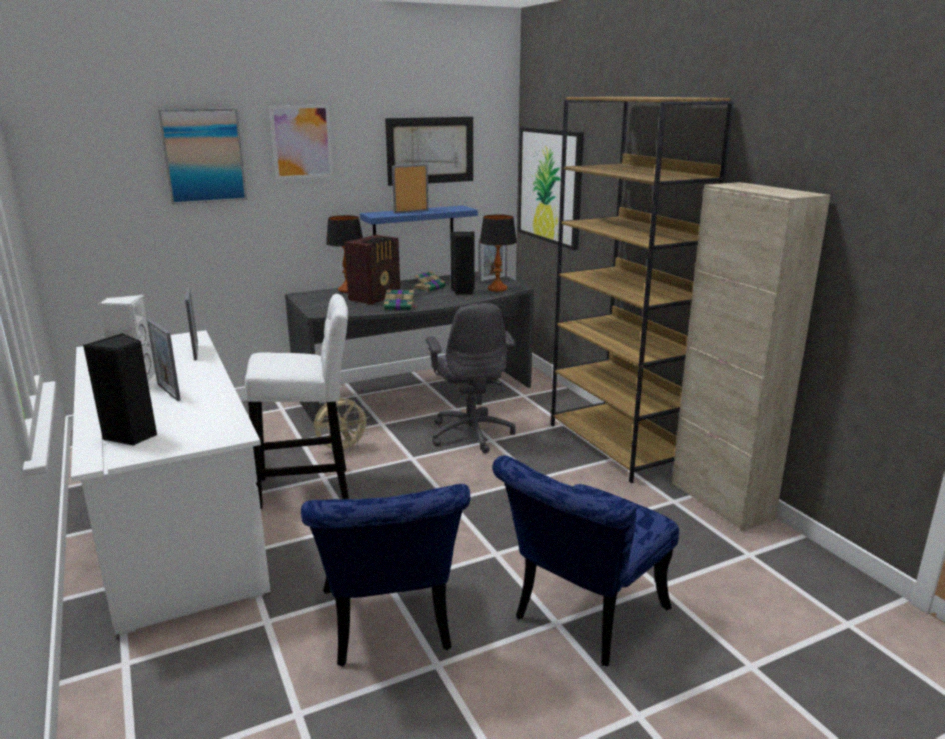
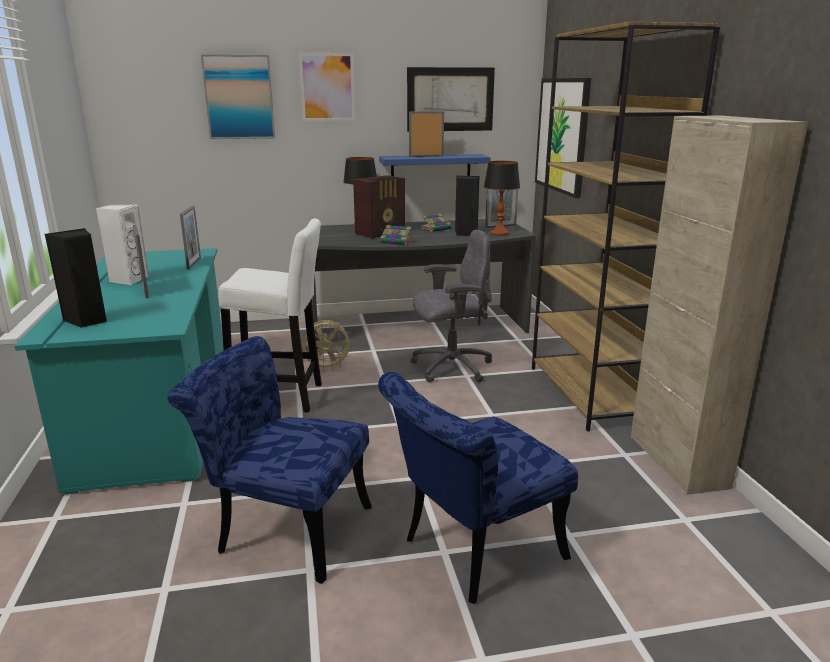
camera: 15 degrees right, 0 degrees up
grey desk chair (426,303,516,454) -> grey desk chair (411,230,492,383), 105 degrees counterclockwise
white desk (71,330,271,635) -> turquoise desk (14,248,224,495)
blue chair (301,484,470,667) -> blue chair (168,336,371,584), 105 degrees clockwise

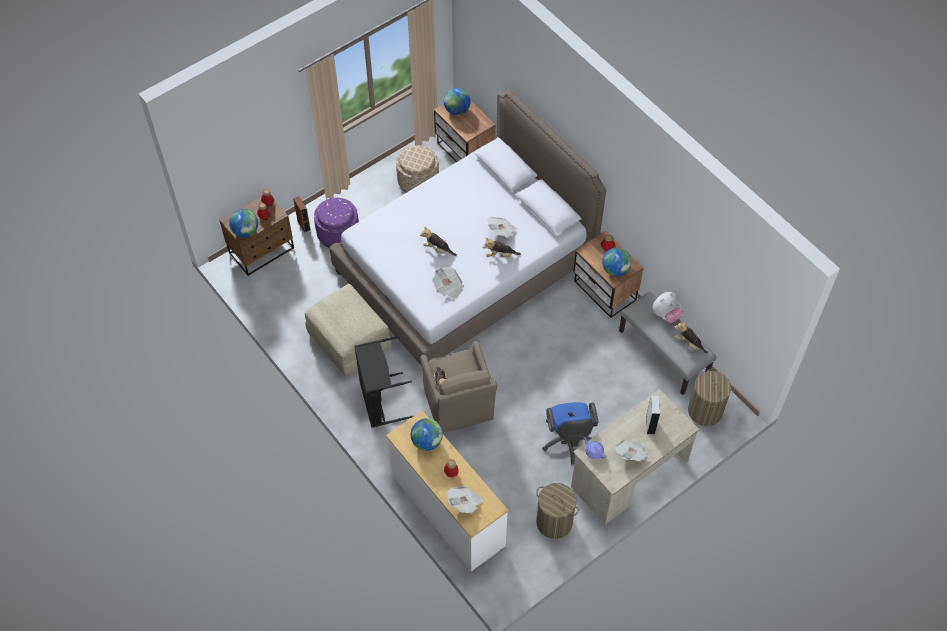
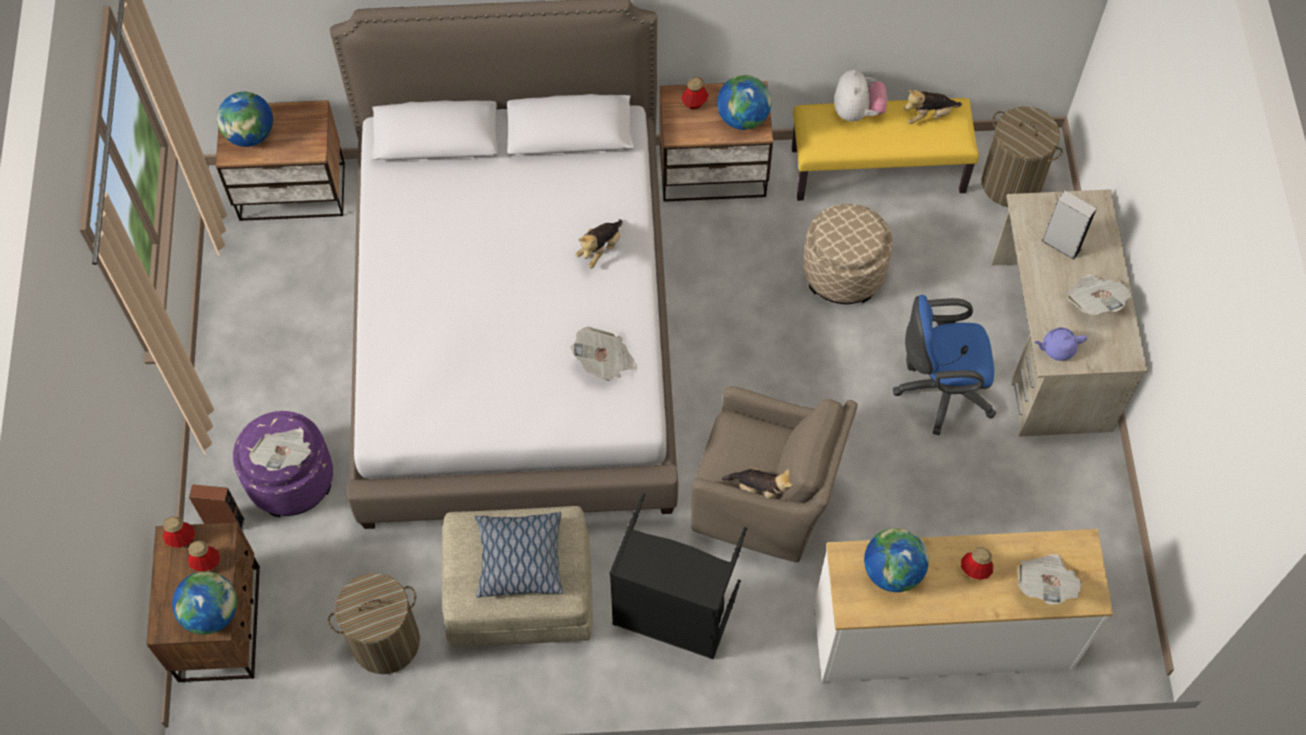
camera: 55 degrees left, 5 degrees up
beige-coloured pouffe (396,145,439,193) -> beige-coloured pouffe (803,204,893,304), relocated
printed paper (487,217,518,237) -> printed paper (249,428,312,471), relocated
cuddly toy (420,226,457,256) -> none
grey bench (619,291,716,395) -> yellow-coloured bench (792,98,979,201)
blue desk chair (542,402,599,464) -> blue desk chair (893,295,996,435), 150 degrees clockwise
washing basket (536,483,579,539) -> washing basket (328,573,420,674), relocated
none -> pillow (475,512,563,598)

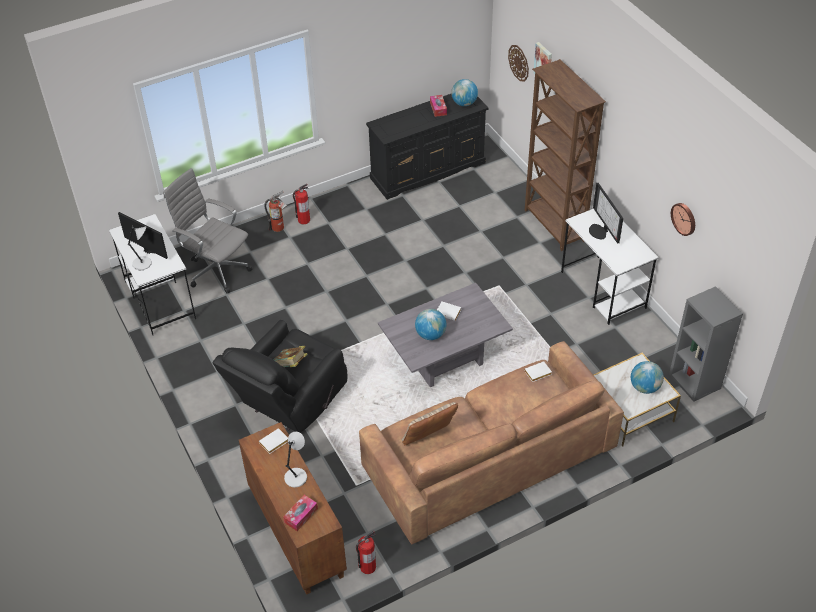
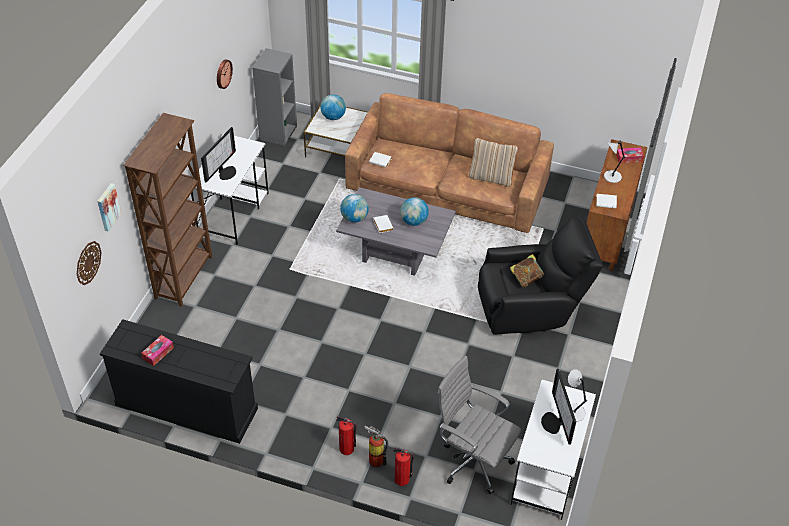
camera: 135 degrees left, 0 degrees up
desk globe (451,79,478,106) -> desk globe (340,194,369,223), relocated
grey desk chair (163,168,252,294) -> grey desk chair (437,356,521,494), 135 degrees clockwise
fire-fighting cylinder (356,531,376,574) -> fire-fighting cylinder (393,447,414,486), relocated

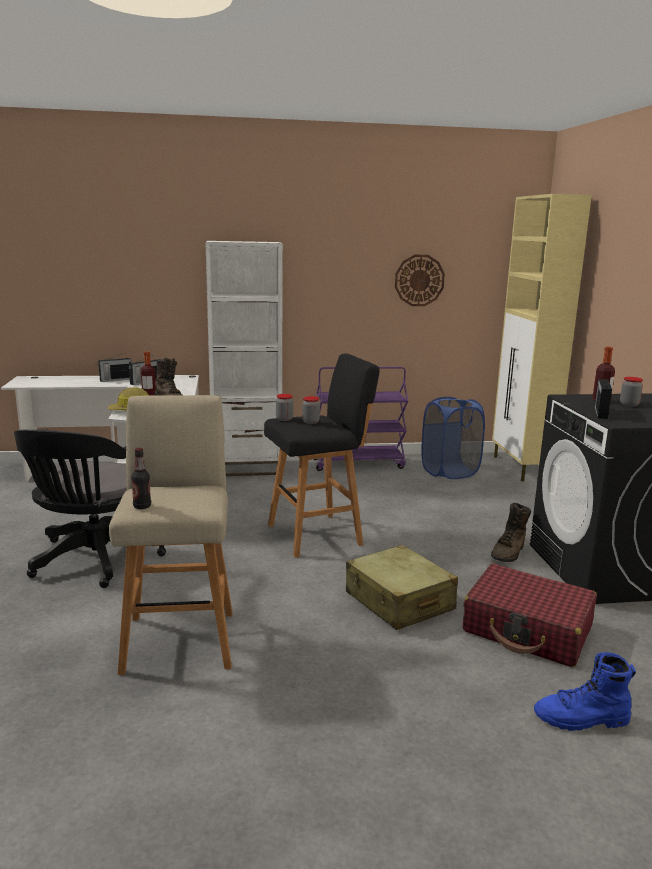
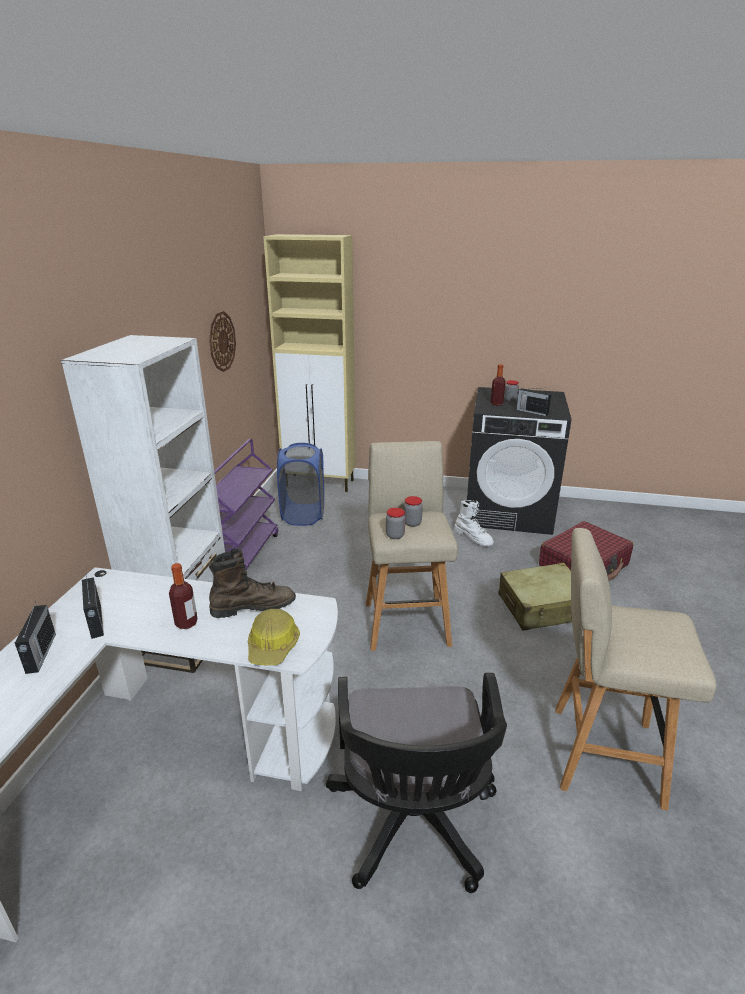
camera: 70 degrees left, 10 degrees up
black stool (264,354,380,558) -> beige-coloured stool (366,441,458,651)
black desk chair (14,429,166,588) -> black desk chair (326,673,507,893), 60 degrees clockwise
beverage bottle (131,448,151,509) -> none
brown-coloured tall boot (491,503,531,562) -> white tall boot (454,500,494,546)
blue tall boot (534,652,636,731) -> none

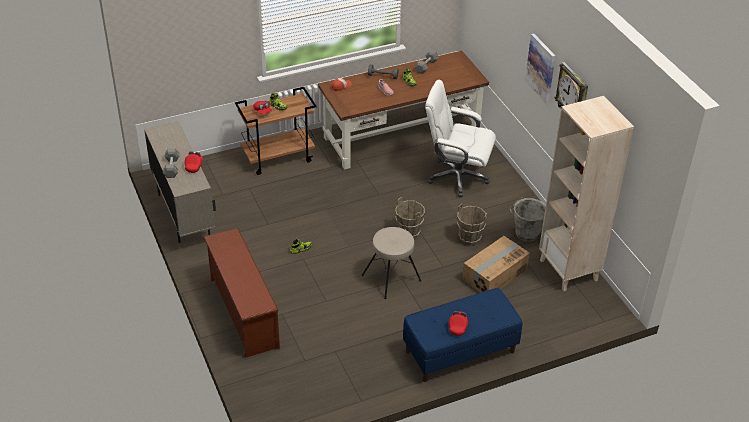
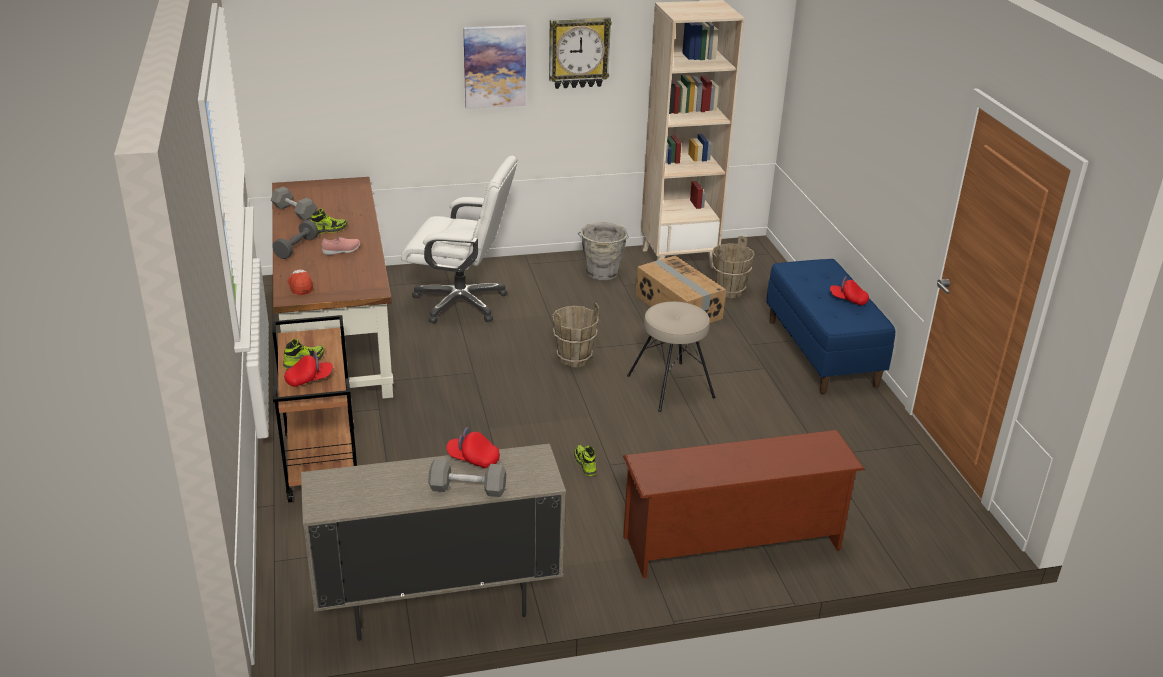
camera: 80 degrees left, 10 degrees down
white desk chair (425,80,496,197) -> white desk chair (401,155,517,323), 105 degrees counterclockwise
brown-coloured pail (457,203,488,245) -> brown-coloured pail (712,236,755,298), relocated

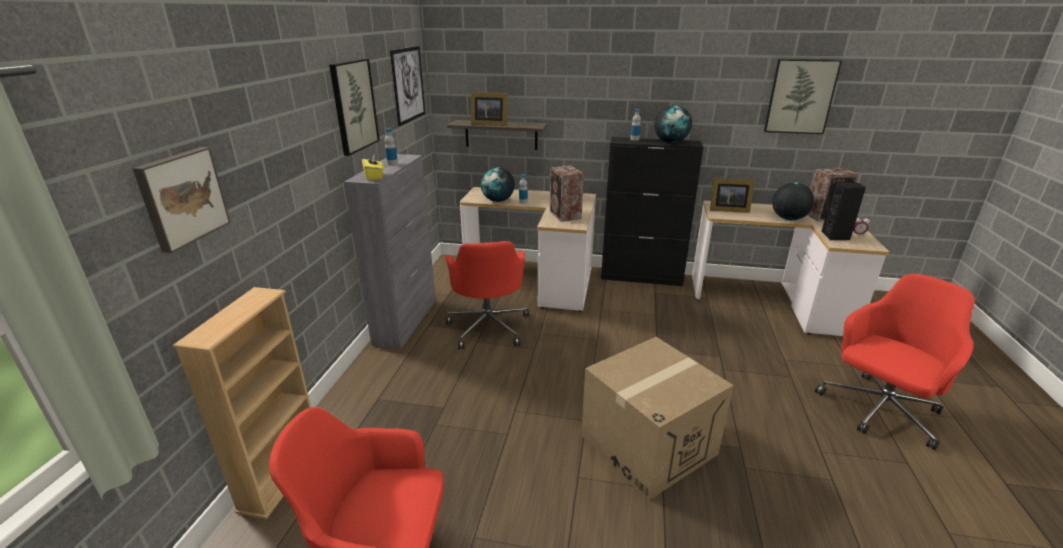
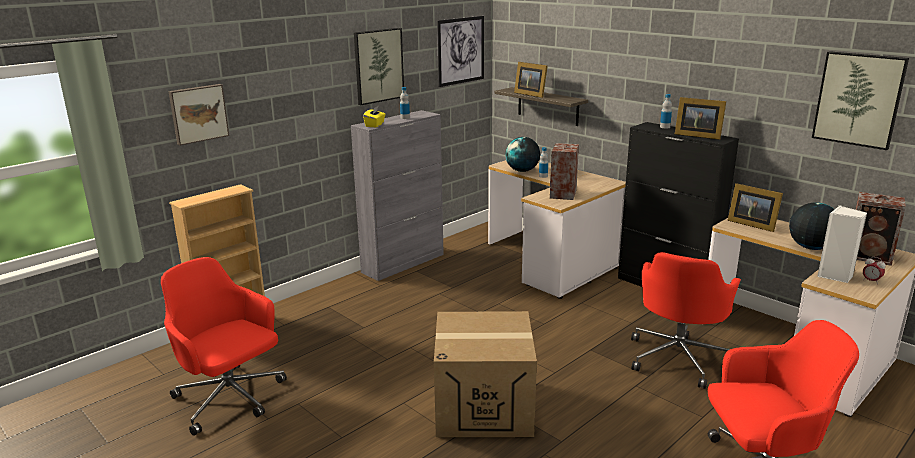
camera: 35 degrees right, 5 degrees down
desk globe (654,105,692,143) -> photo frame (675,97,726,140)
black speaker (822,181,866,241) -> white speaker (817,206,867,283)
red-coloured desk chair (446,241,529,349) -> red-coloured desk chair (631,252,741,389), relocated

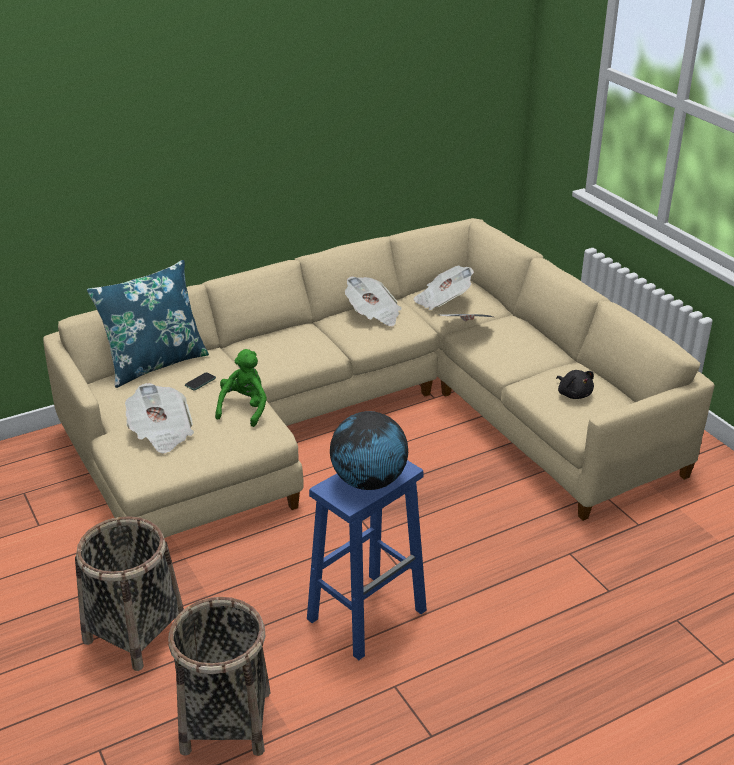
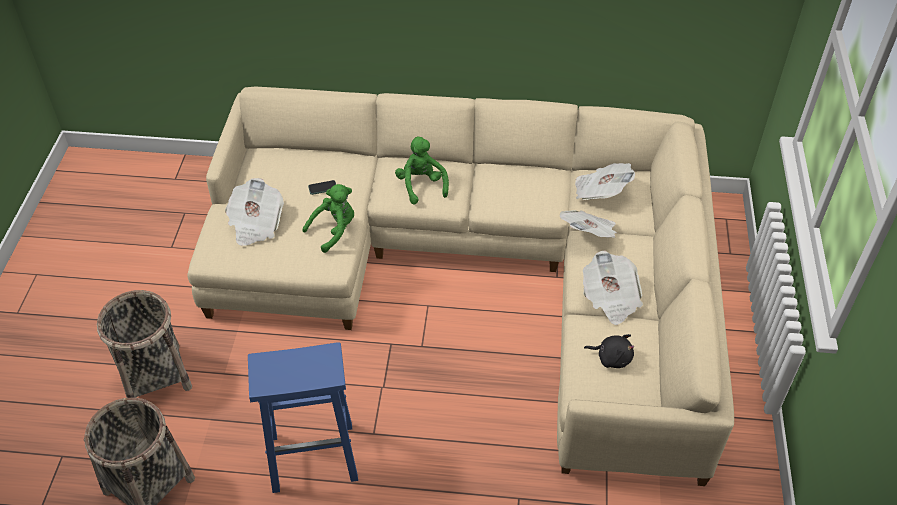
camera: 35 degrees right, 15 degrees up
blue pillow (87,260,209,388) -> none
printed paper (345,276,401,326) -> printed paper (583,251,643,325), relocated
black cuddly toy (556,370,594,399) -> black cuddly toy (584,334,634,368), 75 degrees counterclockwise
desk globe (330,411,408,490) -> none
none -> greenish cuddly toy (395,136,449,205)

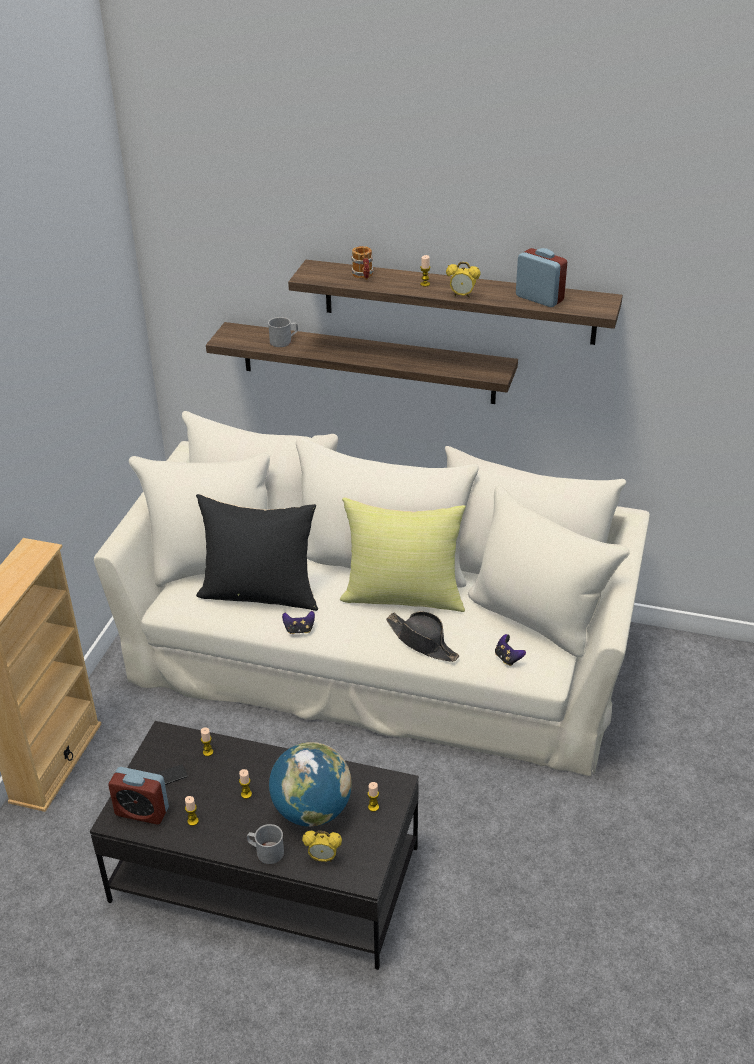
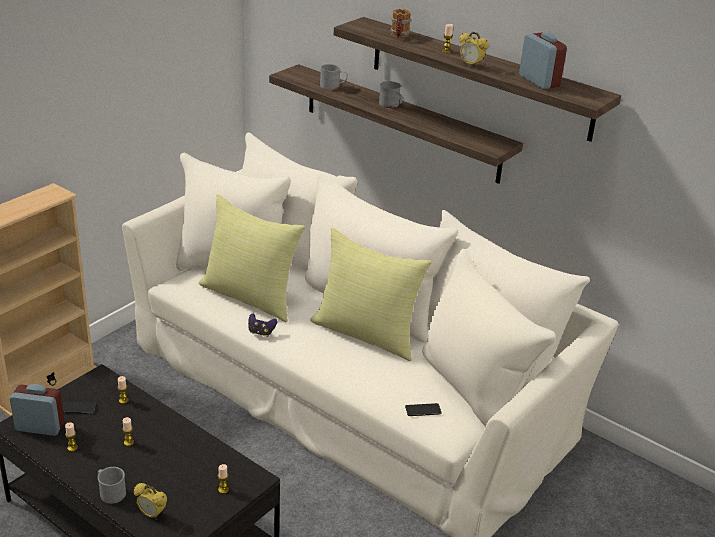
camera: 20 degrees right, 5 degrees down
black pillow (196,494,318,611) -> yellow-coloured pillow (199,194,305,322)
black clothing hat (386,611,459,662) -> none
gamepad (495,634,526,666) -> handset (405,403,442,416)
desk globe (269,742,352,827) -> none
alarm clock (108,767,169,824) -> alarm clock (10,384,65,436), 150 degrees clockwise
none -> grey tea mug (379,81,403,108)

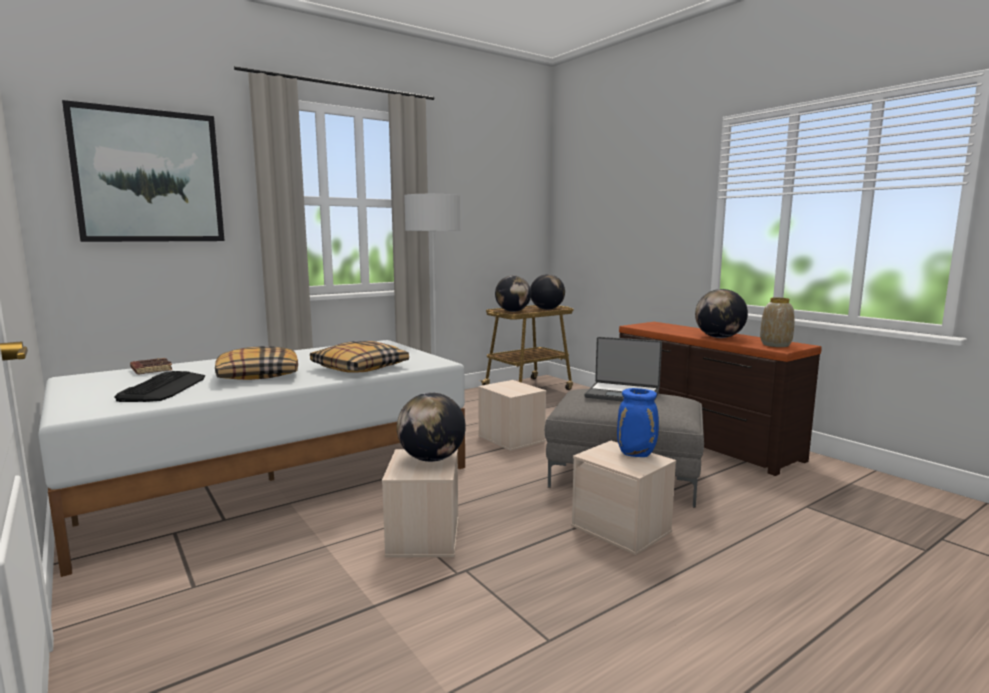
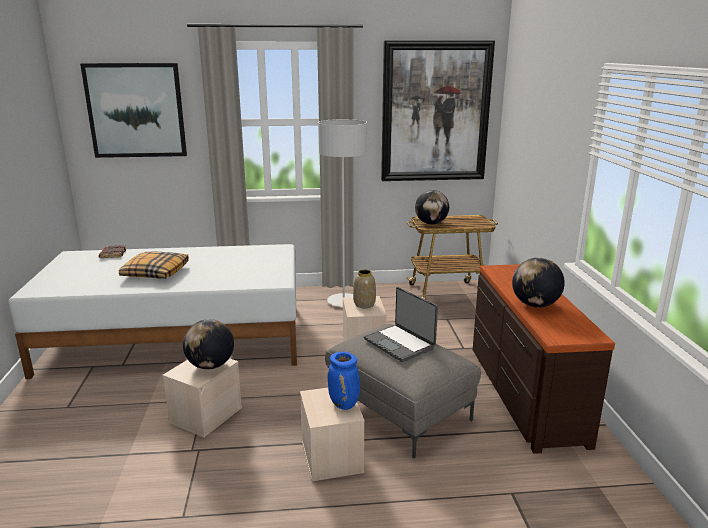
camera: 30 degrees right, 10 degrees up
desk globe (530,274,565,310) -> none
vase (760,298,795,347) -> vase (353,269,376,308), relocated
pillow (310,341,409,373) -> none
computer keyboard (115,371,205,402) -> none
none -> wall picture (381,41,495,181)

